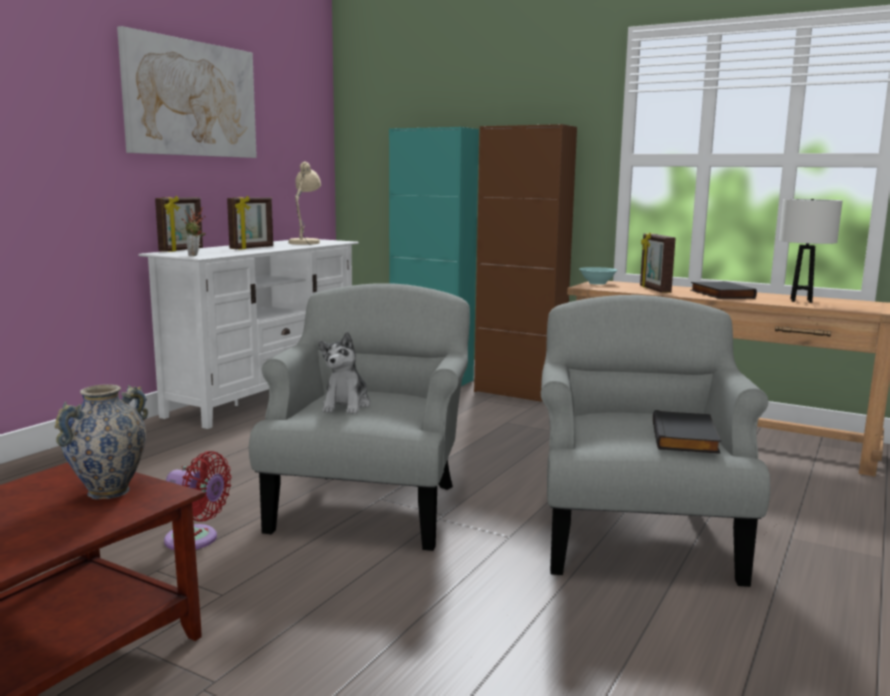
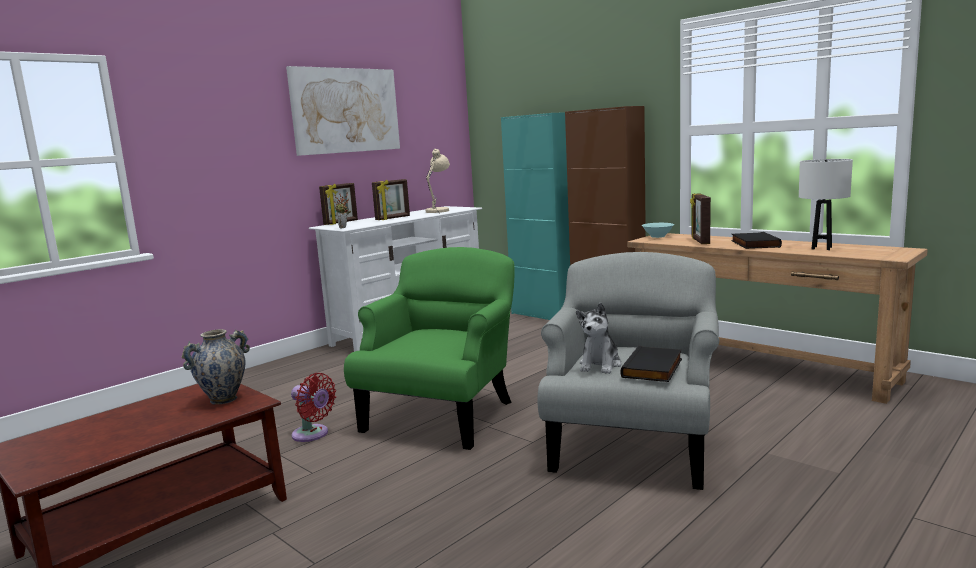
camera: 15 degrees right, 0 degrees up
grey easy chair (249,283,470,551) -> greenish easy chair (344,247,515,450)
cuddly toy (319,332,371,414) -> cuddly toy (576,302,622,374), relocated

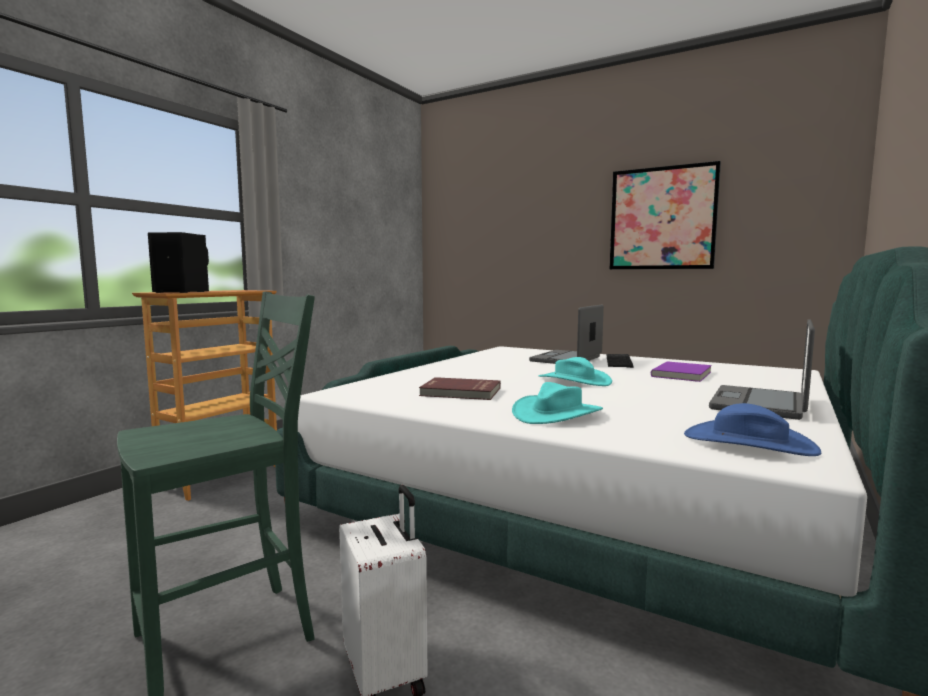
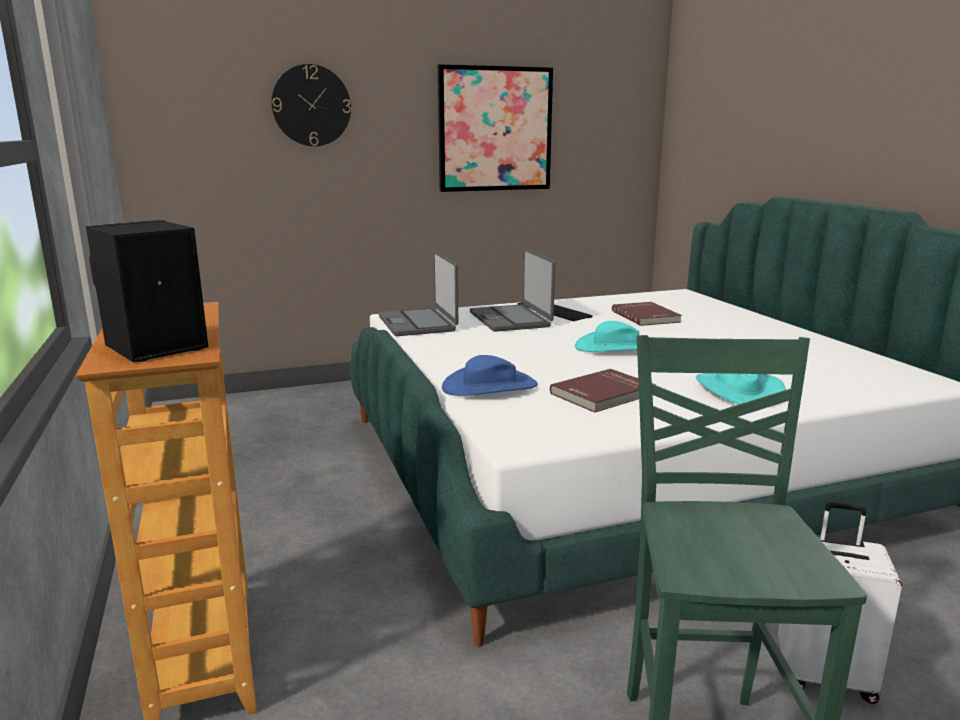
camera: 50 degrees left, 10 degrees up
portable computer (709,319,815,420) -> portable computer (379,250,458,336), relocated
purple-coloured book (651,361,712,382) -> red-coloured book (612,302,682,326)
blue clothing hat (684,403,821,456) -> blue clothing hat (442,355,538,396), relocated
none -> wall clock (271,64,351,146)

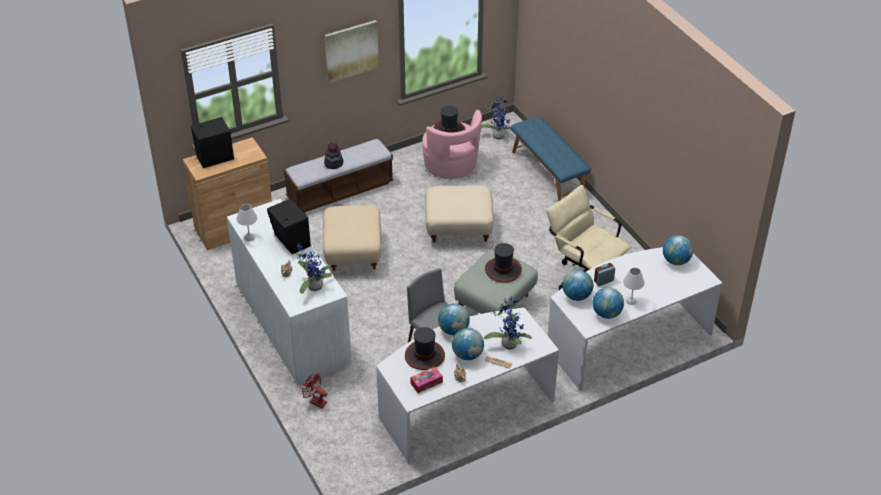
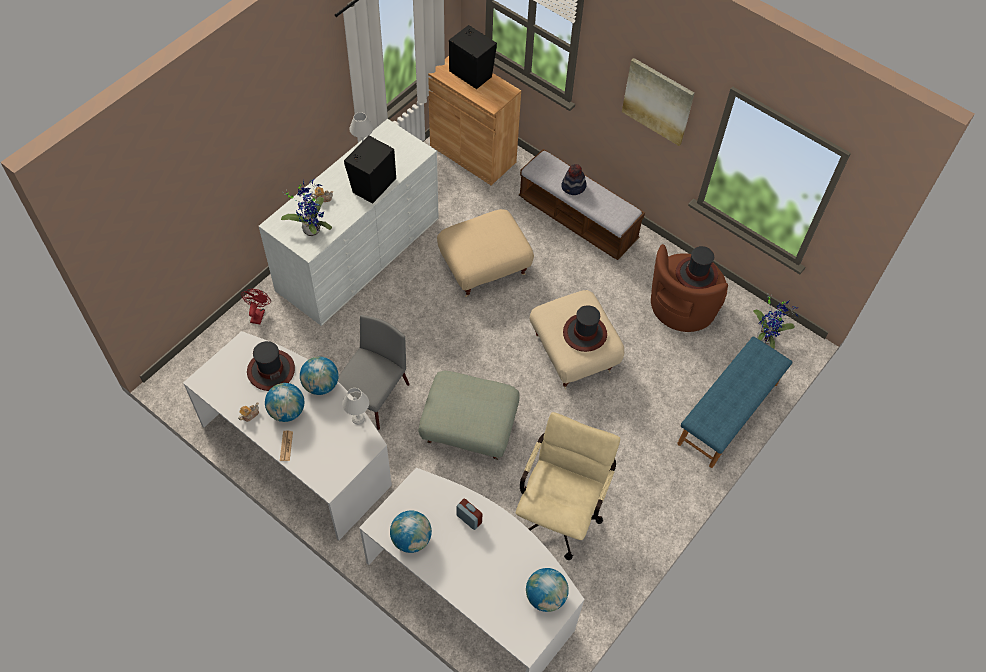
camera: 65 degrees right, 15 degrees up
pink-coloured easy chair (422,110,482,179) -> brown-coloured easy chair (651,244,728,332)
clothing hat (485,243,522,283) -> clothing hat (563,305,607,352), relocated
white tabletop lamp (623,268,645,305) -> white tabletop lamp (342,388,369,425), relocated
desk globe (562,270,593,301) -> none
potted plant (484,297,532,350) -> none
tissue holder (410,367,443,393) -> none

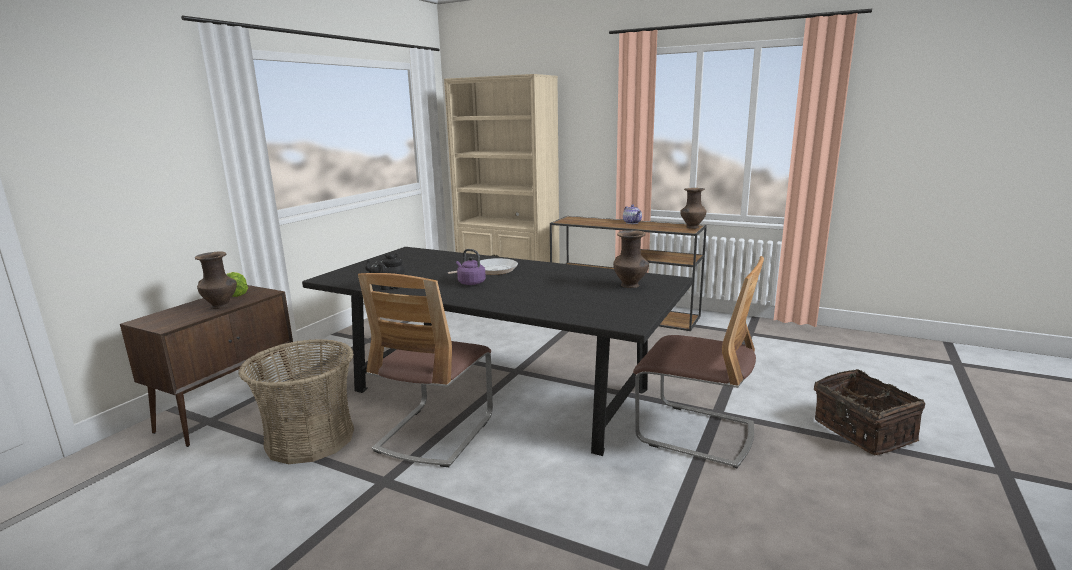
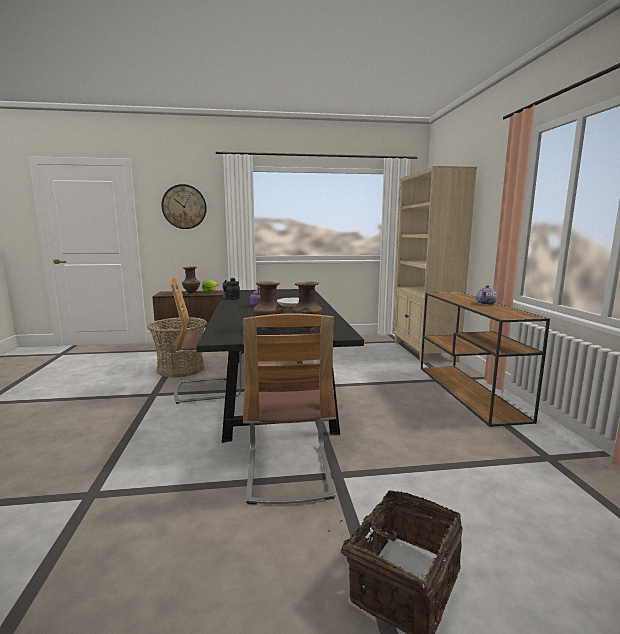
camera: 55 degrees right, 5 degrees down
brown-coloured vase (680,188,707,229) -> brown-coloured vase (253,282,283,331), relocated
none -> wall clock (161,184,207,229)

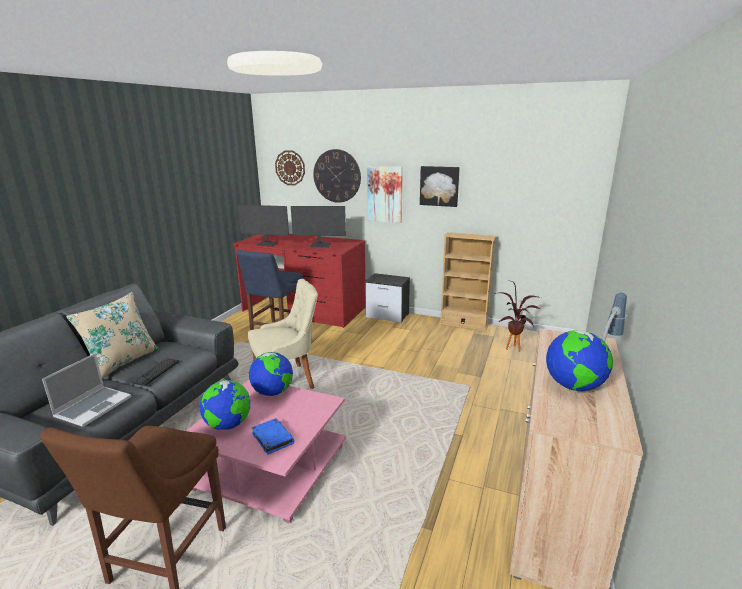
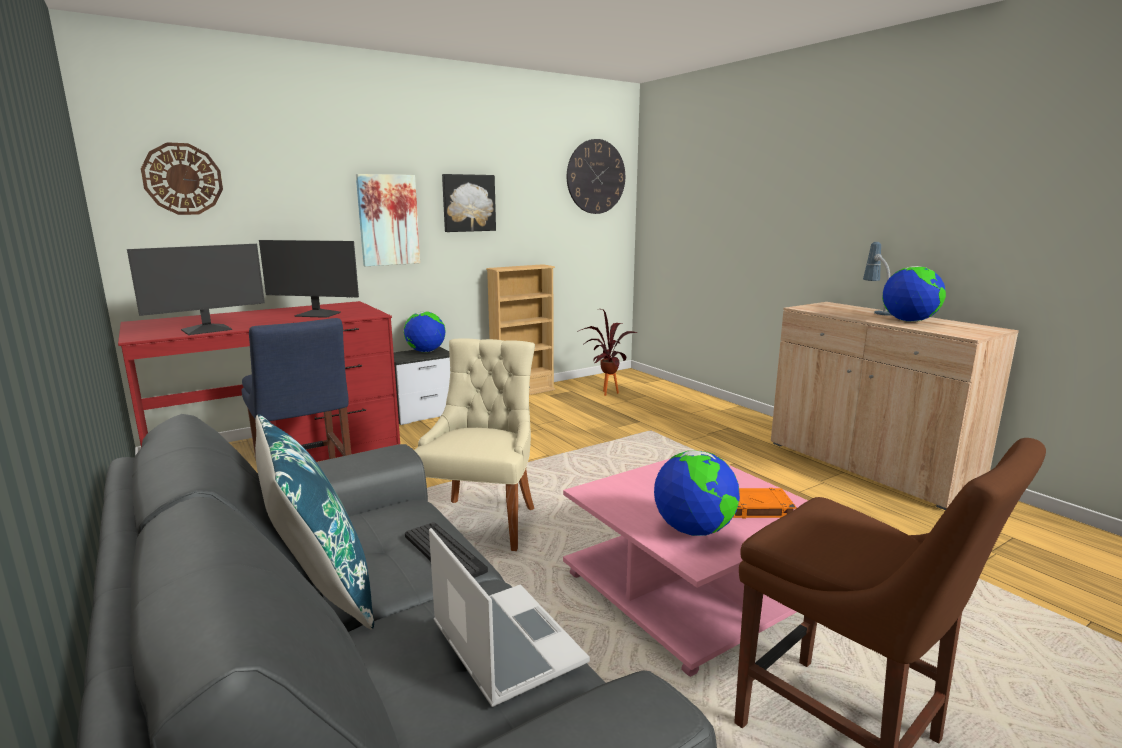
camera: 55 degrees left, 5 degrees down
wall clock (313,149,361,203) -> wall clock (567,139,625,214), relocated
monitor (291,206,346,247) -> monitor (259,240,359,318), 60 degrees clockwise
beige-coloured pillow (66,292,159,379) -> blue pillow (255,414,374,629)
desk globe (249,352,293,396) -> desk globe (404,311,446,352), relocated
blue book (251,418,295,455) -> orangey book (733,488,797,518)

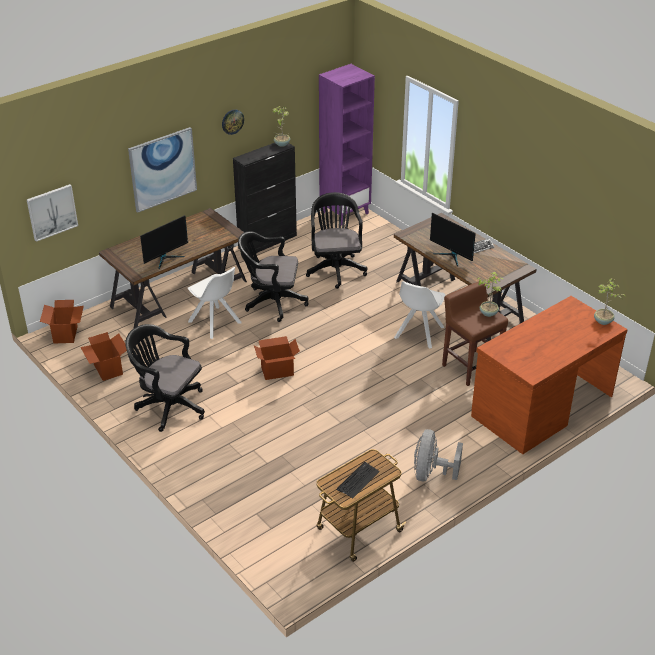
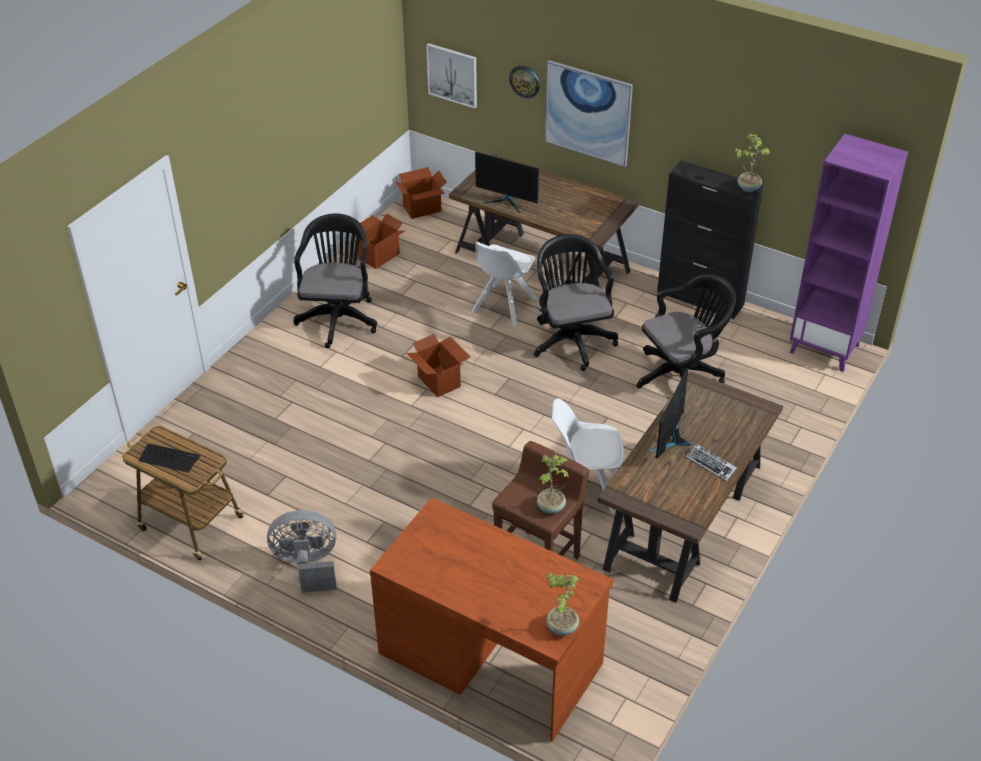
camera: 70 degrees right, 5 degrees up
wall clock (222,109,244,135) -> wall clock (509,66,540,98), relocated

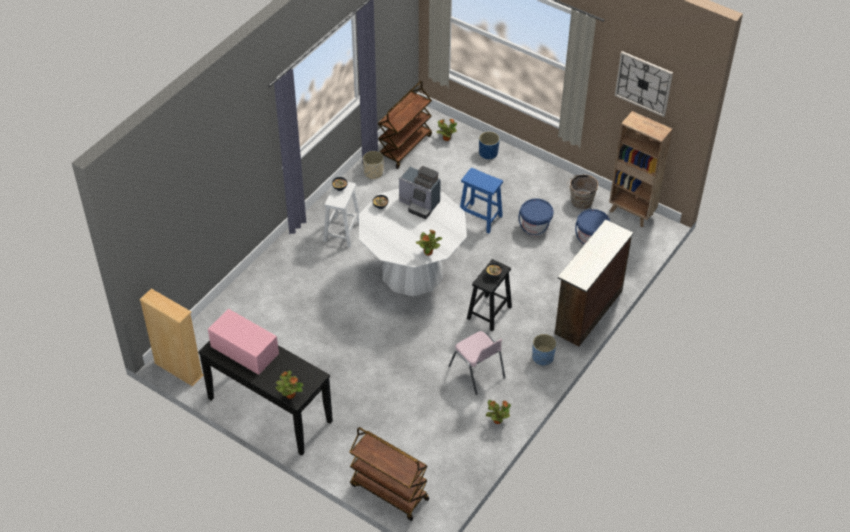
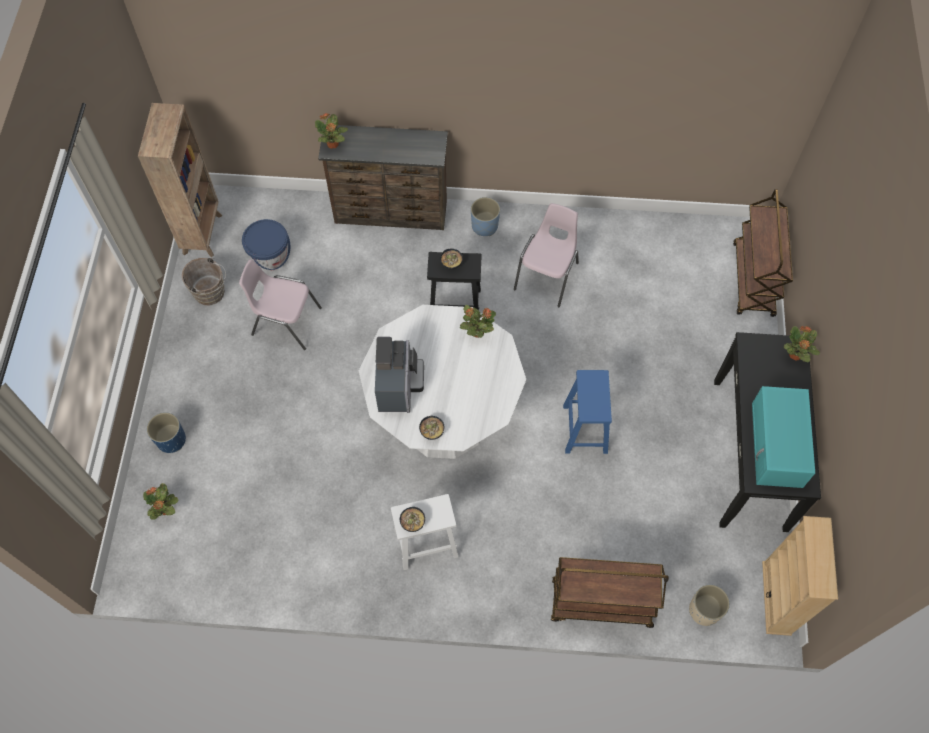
camera: 120 degrees left, 15 degrees up
wall clock (615,51,673,117) -> none
brown-coloured wheeled cart (378,81,432,169) -> brown-coloured wheeled cart (551,557,669,628), relocated
beige-coloured planter (363,151,384,179) -> beige-coloured planter (689,585,730,626), relocated
blue stool (460,168,503,233) -> blue stool (563,370,612,454), relocated
blue pail (519,199,553,236) -> pink-coloured chair (239,259,322,350)
pink-coloured kitchen microwave (208,309,279,375) -> turquoise kitchen microwave (752,386,815,488)
potted plant (486,400,511,424) -> potted plant (315,113,348,149), relocated

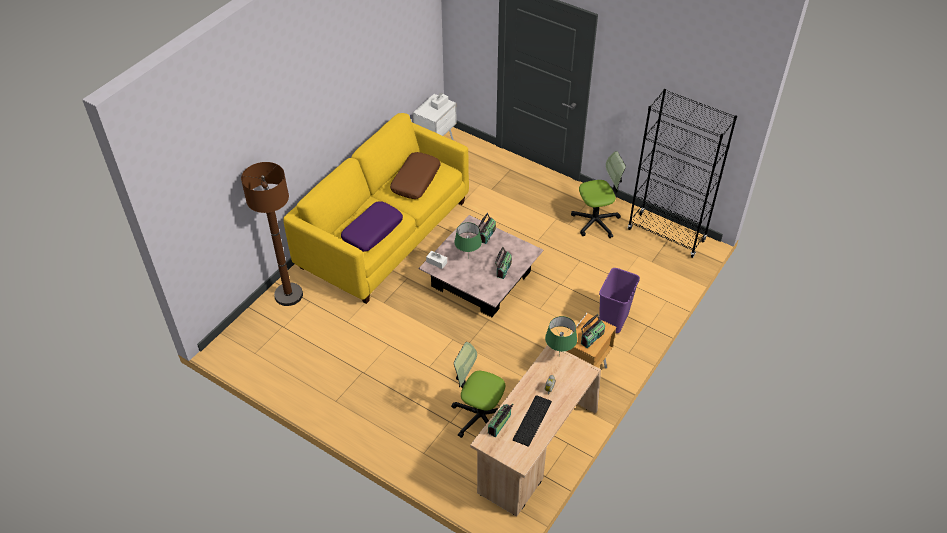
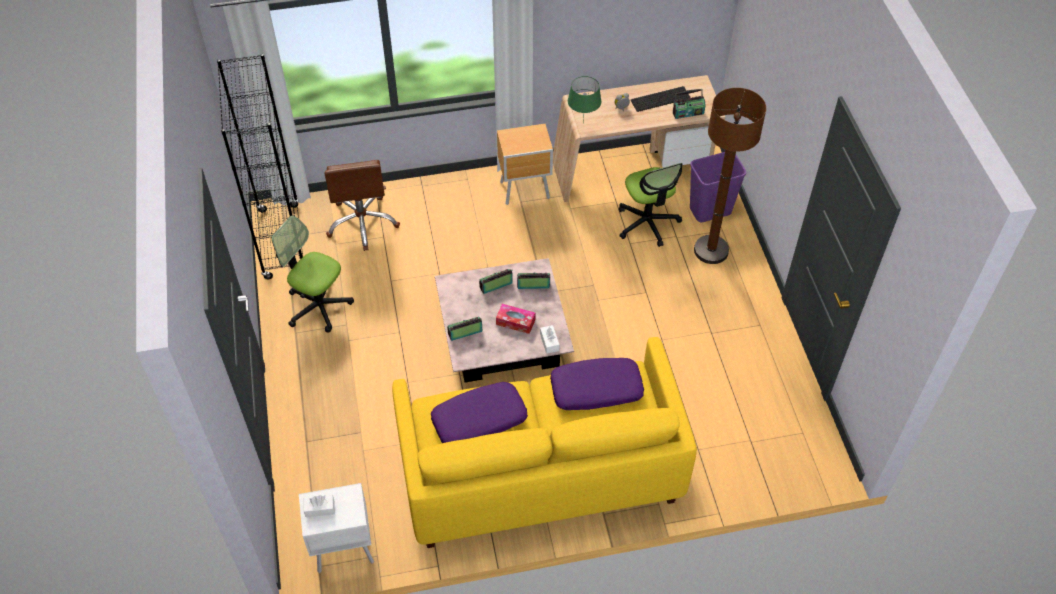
camera: 135 degrees left, 5 degrees up
brown-coloured pillow (390,152,441,199) -> purple-coloured pillow (431,382,528,443)
brown-coloured standing lamp (241,162,303,306) -> brown-coloured standing lamp (694,88,766,264), relocated
greenish tabletop lamp (454,222,482,252) -> tissue holder (496,304,535,334)
purple-coloured rubbish bin (599,268,640,333) -> purple-coloured rubbish bin (690,152,746,222), relocated
radio receiver (581,314,605,348) -> radio receiver (517,273,550,289), relocated
none -> brown-coloured desk chair (325,160,400,251)

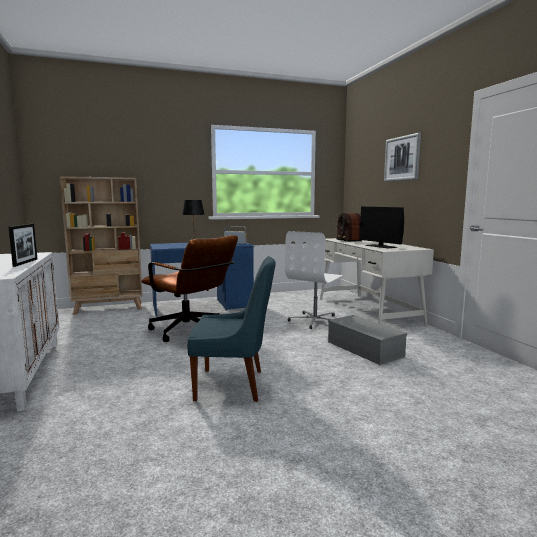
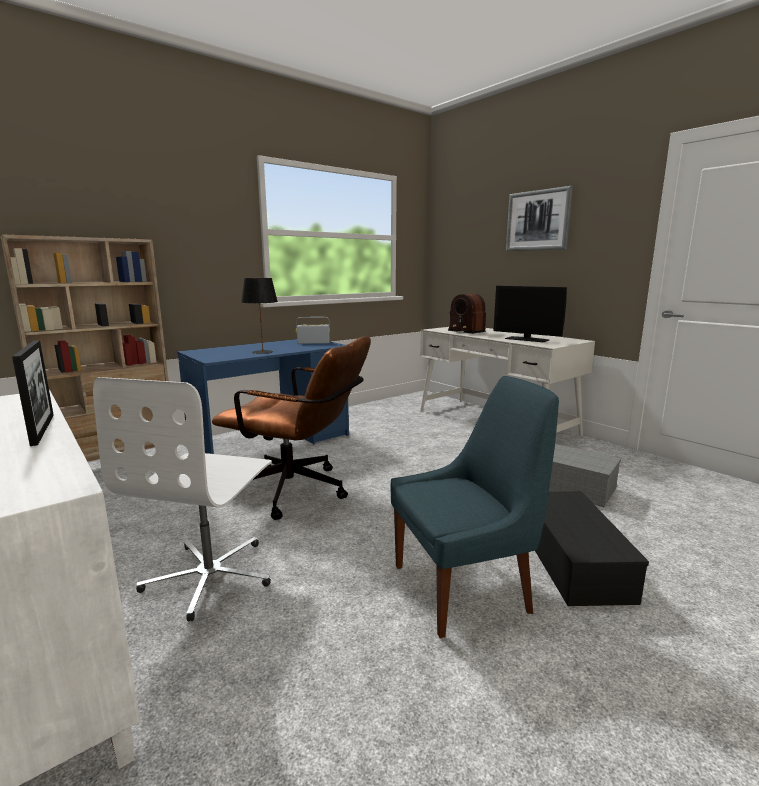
camera: 20 degrees left, 5 degrees up
white desk chair (285,231,344,329) -> white desk chair (93,377,272,621), relocated
none -> black storage box (535,491,649,606)

